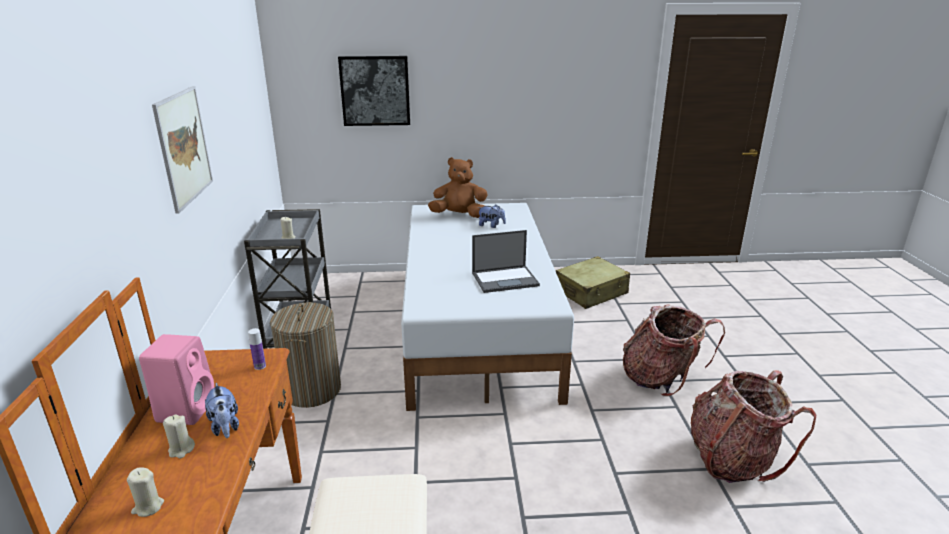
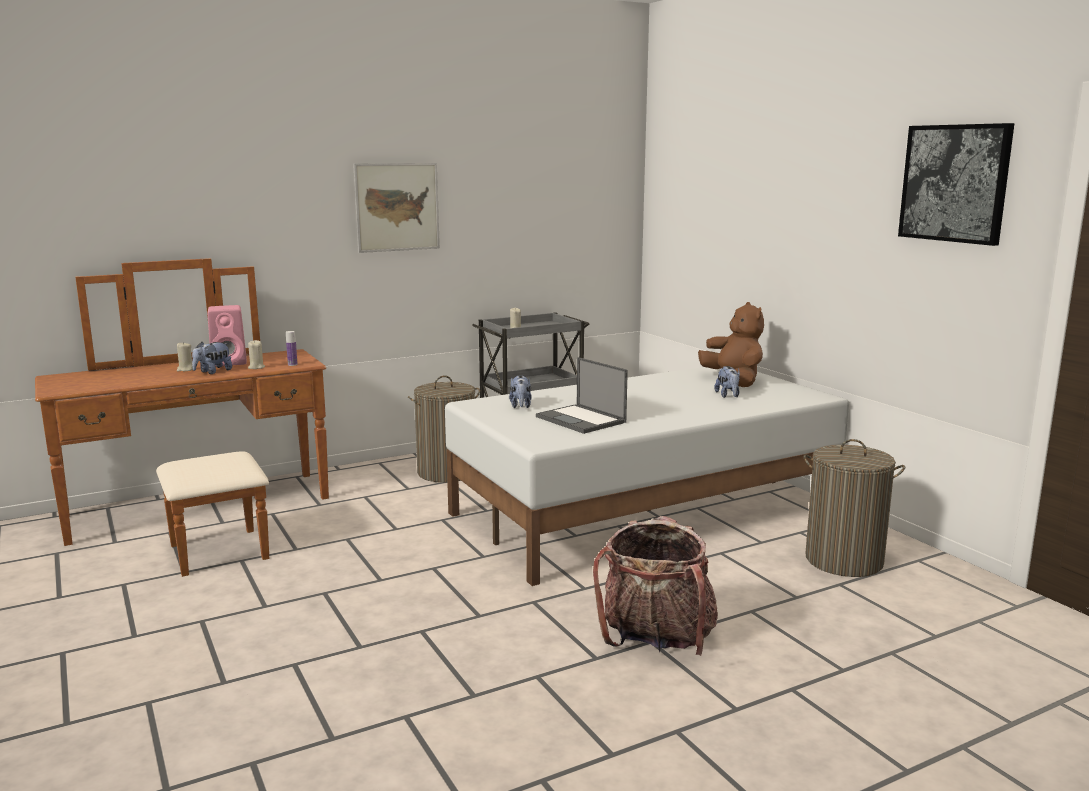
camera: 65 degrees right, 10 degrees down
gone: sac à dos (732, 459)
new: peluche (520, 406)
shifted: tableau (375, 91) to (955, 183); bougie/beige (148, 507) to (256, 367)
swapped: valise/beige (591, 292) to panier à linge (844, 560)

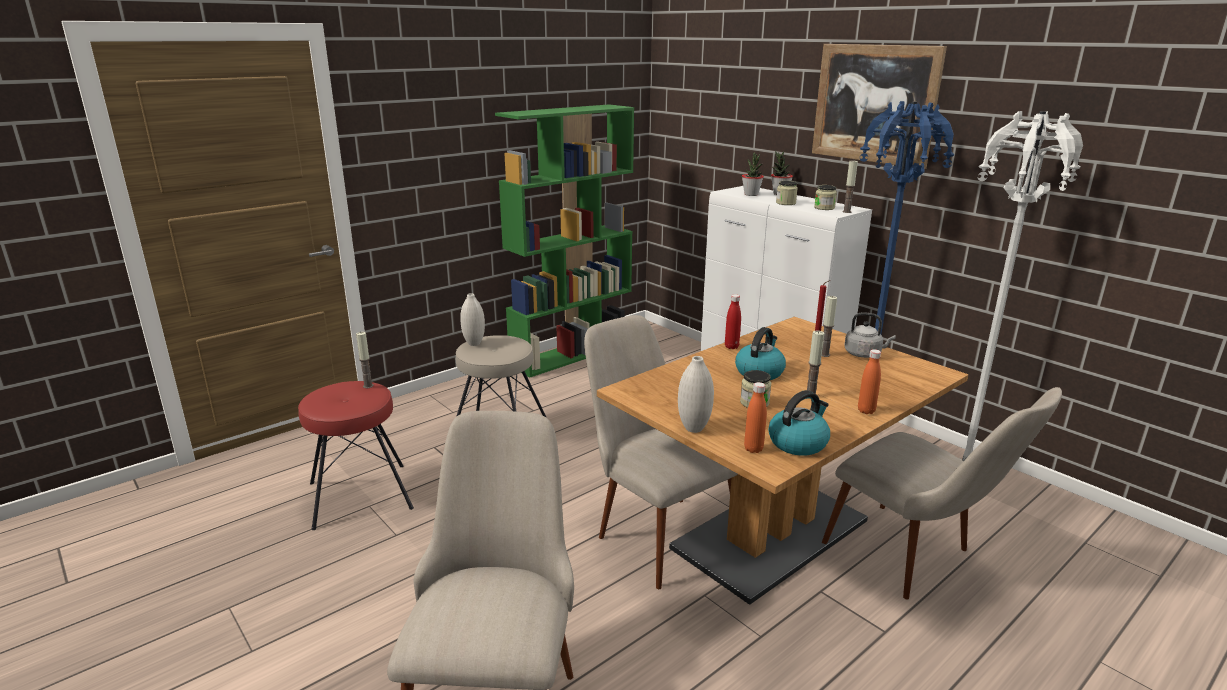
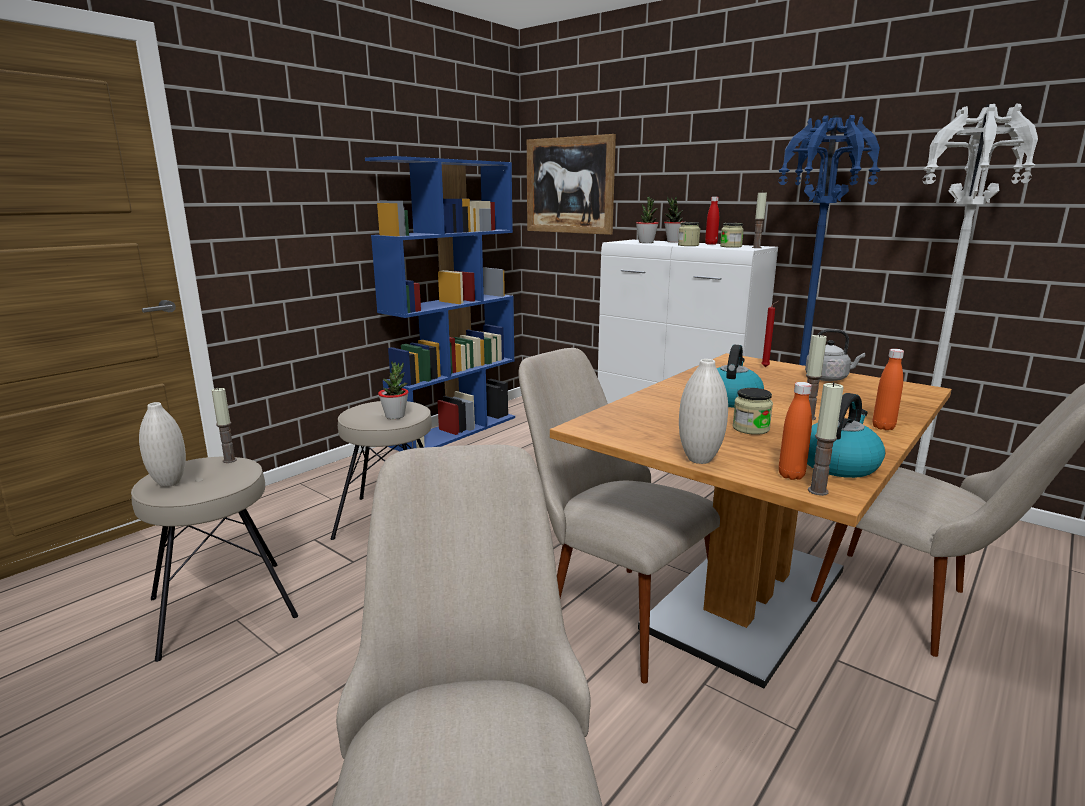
camera: 10 degrees left, 5 degrees down
new: plante en pot (395, 416)
shifted: tableau (874, 104) to (569, 185); vase/blanc (474, 343) to (169, 483); bouteille/rouge (731, 347) to (711, 244); bougie (824, 354) to (818, 491)
repainted: bibliothèque/vert (572, 353) to bibliothèque/bleu (455, 431); tabouret/rouge (360, 494) to tabouret/beige (222, 606)

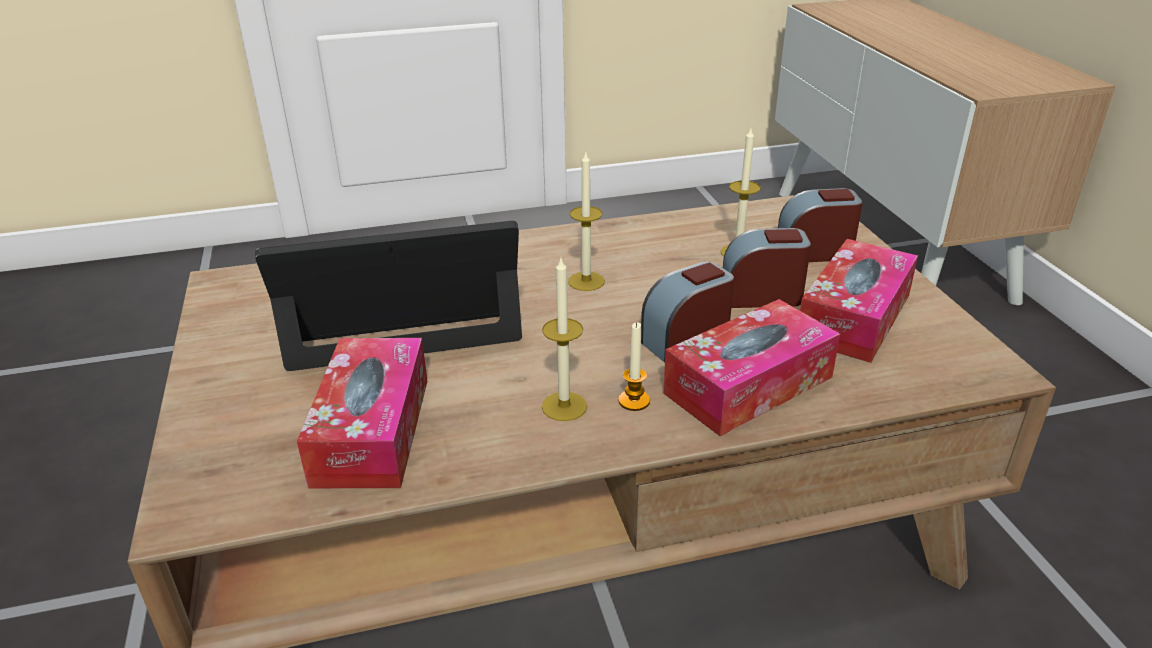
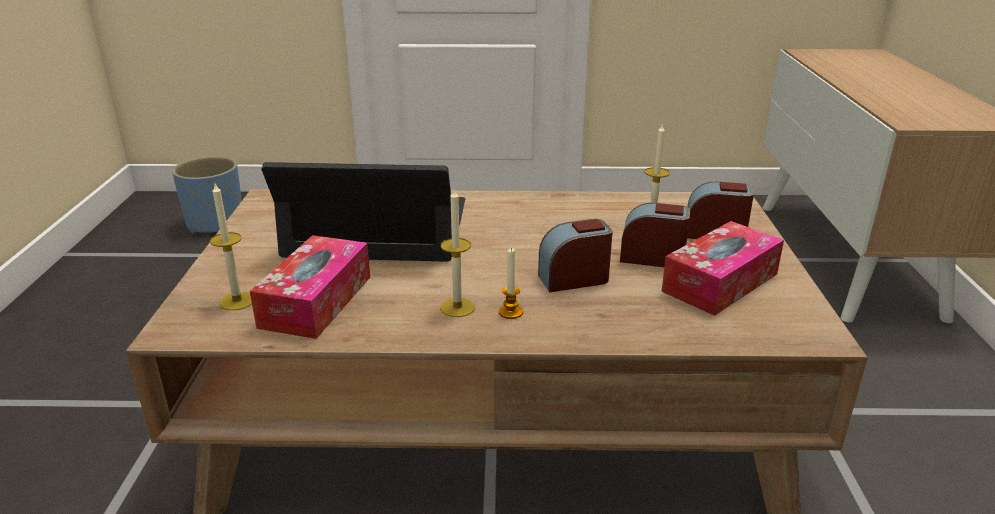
camera: 15 degrees right, 5 degrees down
gone: boîte à mouchoirs (748, 385)
new: cache-pot/bleu (215, 224)
shifted: bougie (586, 281) to (237, 301)

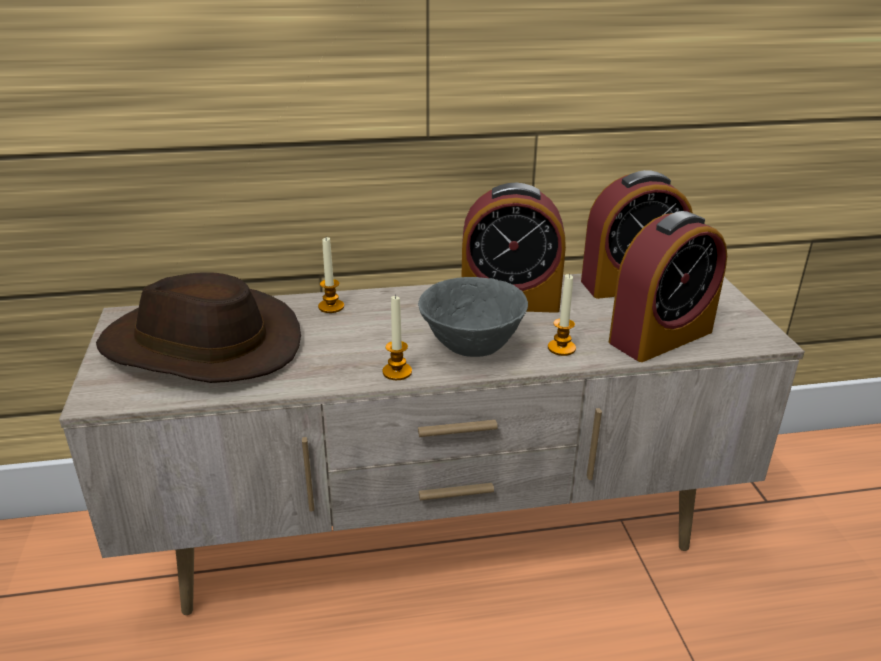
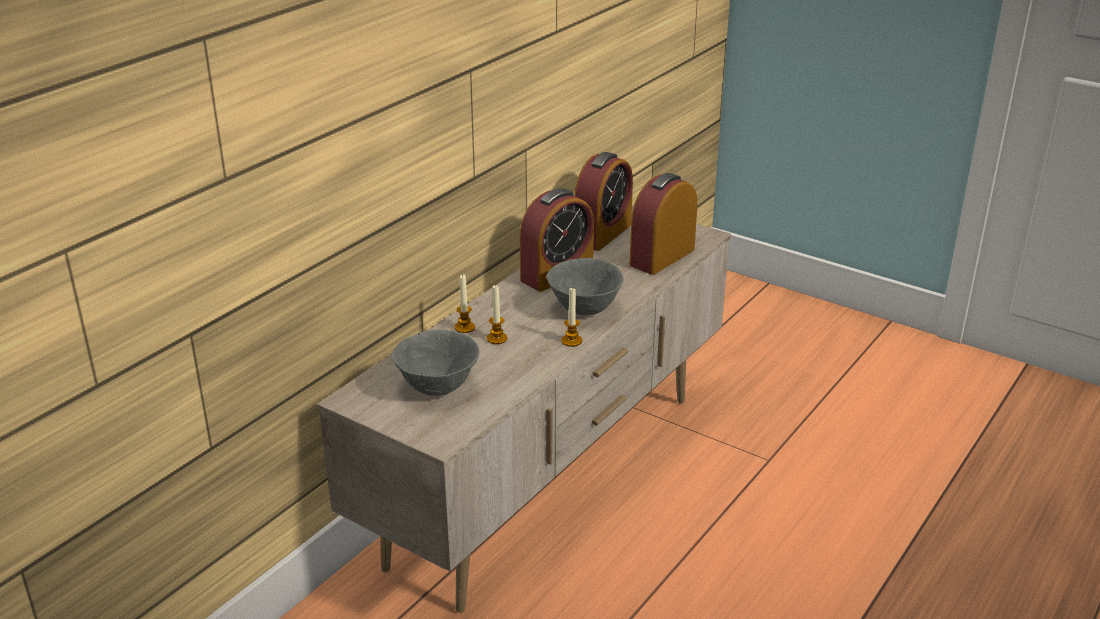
camera: 45 degrees left, 0 degrees up
shifted: bougie (561, 348) to (497, 338)
swapped: chapeau/marron (201, 347) to bol/gris (438, 387)
rotated: réveil (660, 337) = (662, 257) 150 degrees counterclockwise

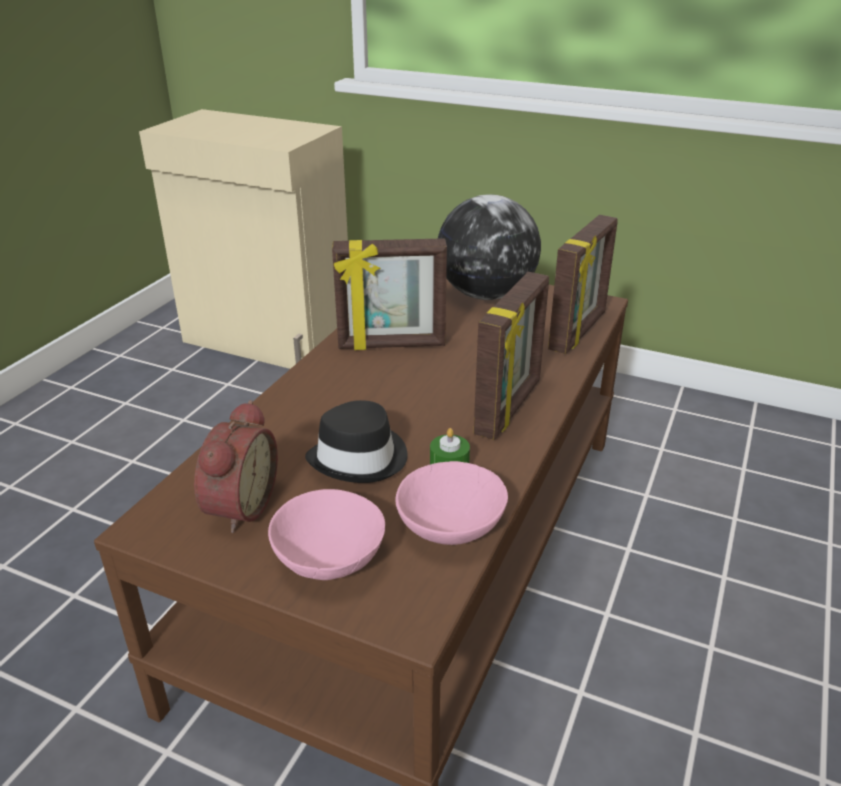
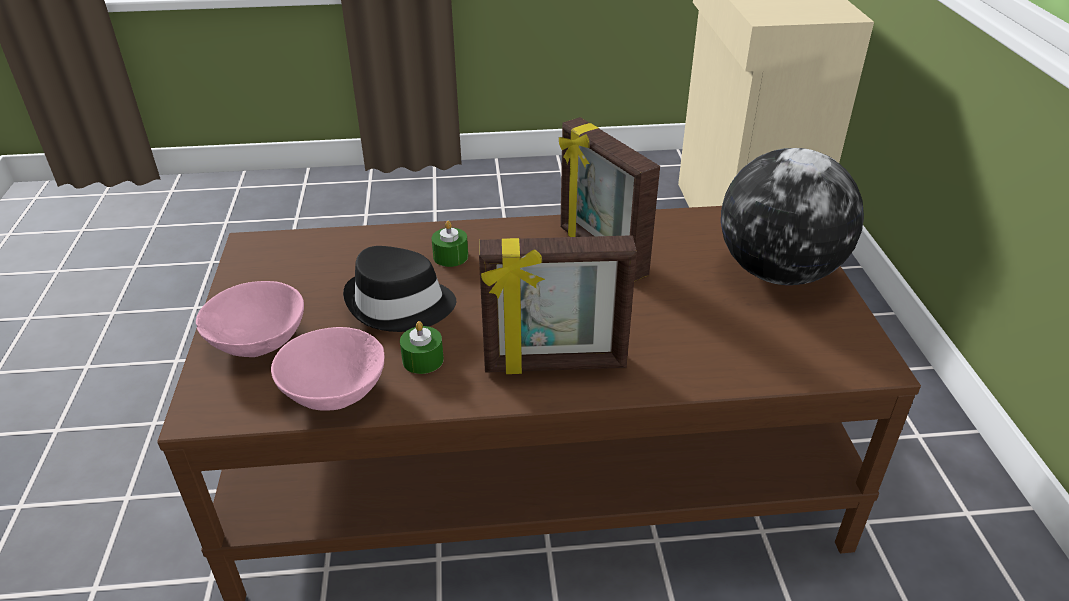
camera: 60 degrees right, 5 degrees up
gone: cadre photo (579, 332); réveil (237, 506)
new: bougie/vert (450, 256)

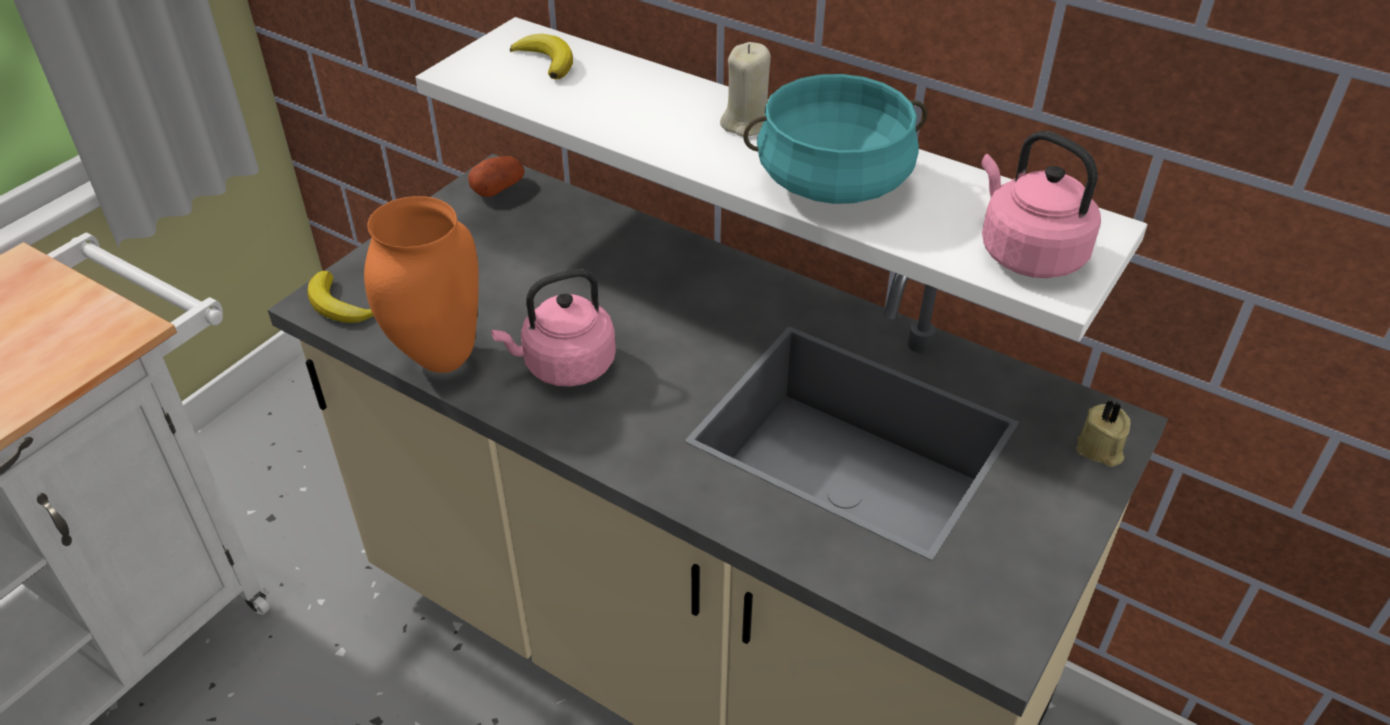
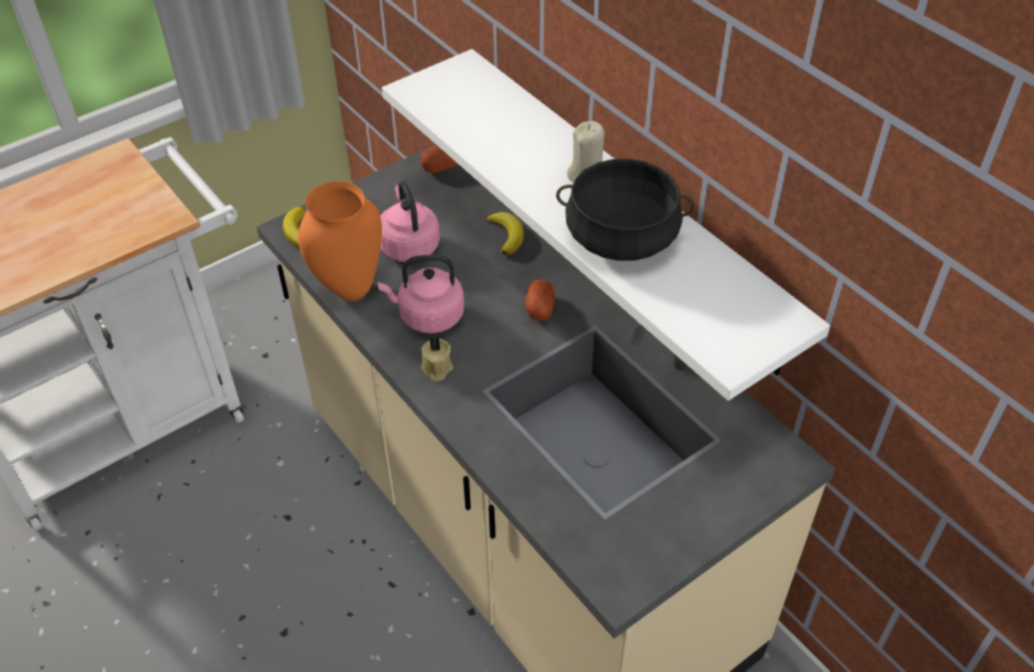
camera: 20 degrees right, 5 degrees up
new: pomme de terre (539, 308)
shifted: banane (546, 61) to (506, 235); bouilloire/rose (1027, 253) to (409, 245); bougie/beige (1099, 450) to (436, 369)
repainted: marmite/turquoise (833, 180) to marmite/noir (622, 237)

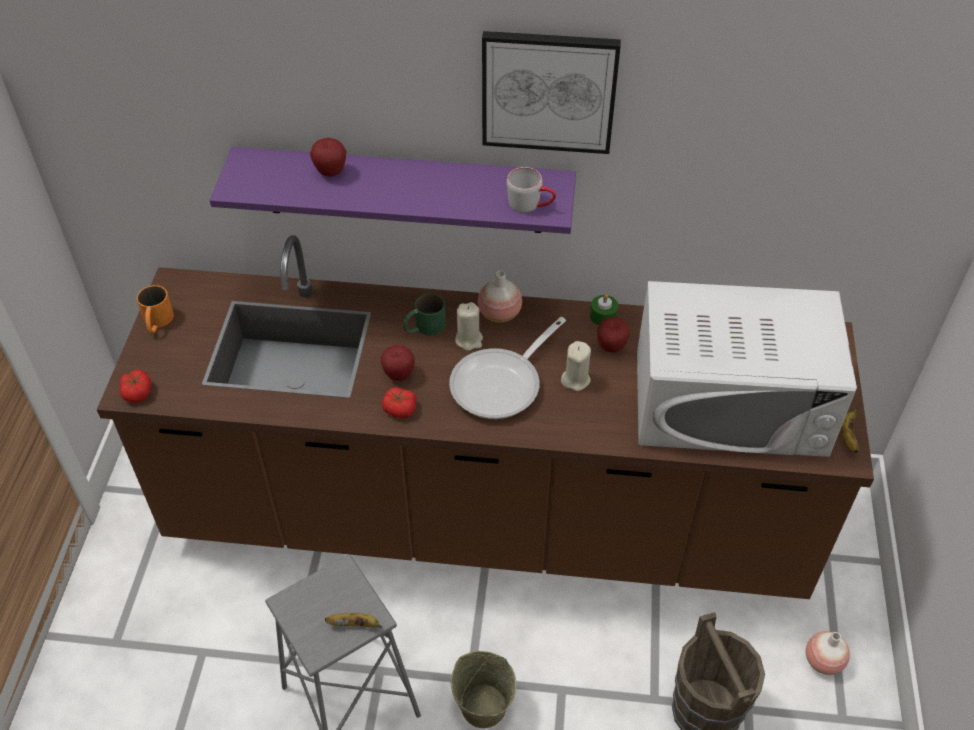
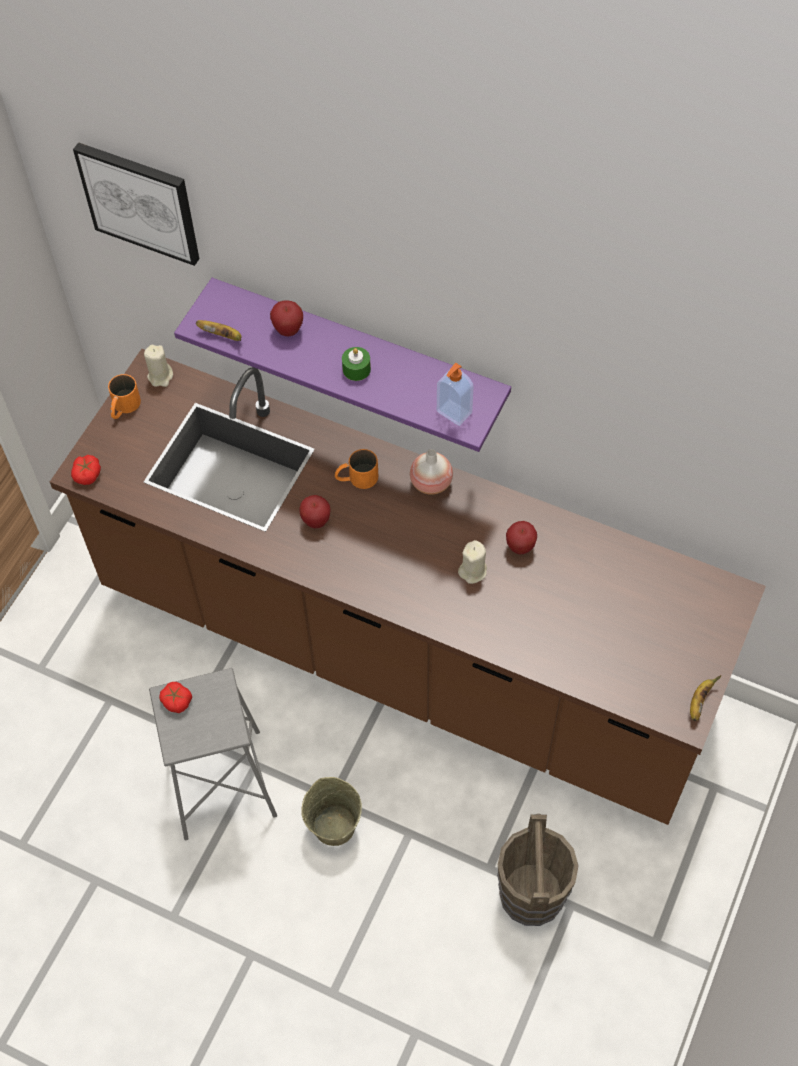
camera: 20 degrees right, 10 degrees up
gone: micro-ondes/blanc (730, 402); poêle (501, 384); vase (823, 661)
shifted: tableau (548, 91) to (140, 201); bougie/vert (603, 316) to (356, 369); bougie/beige (469, 340) to (160, 376); tomate (399, 409) to (176, 701); banane (355, 625) to (222, 336)
swapped: mug/gris (531, 204) to distributeur de savon (453, 413)
repainted: mug/vert (424, 327) to mug/orange (356, 478)

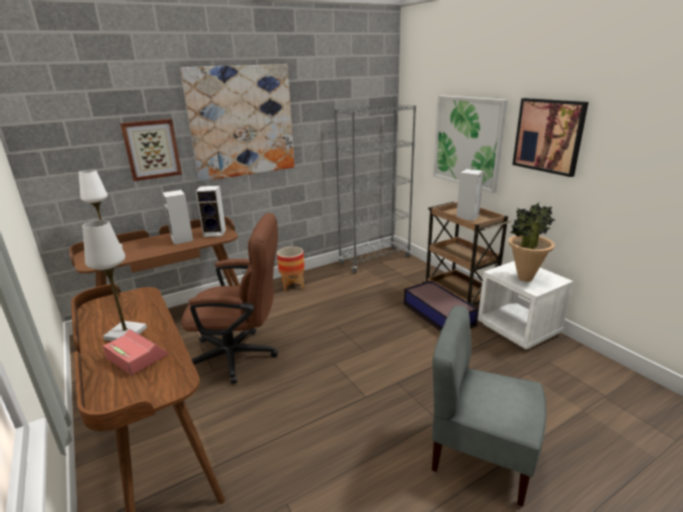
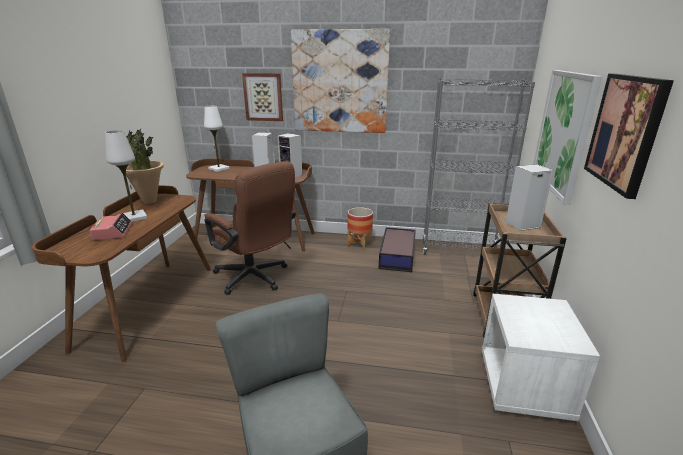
camera: 40 degrees right, 0 degrees up
shifted: plante en pot (524, 278) to (149, 201); boîte de rangement (438, 314) to (398, 255)

